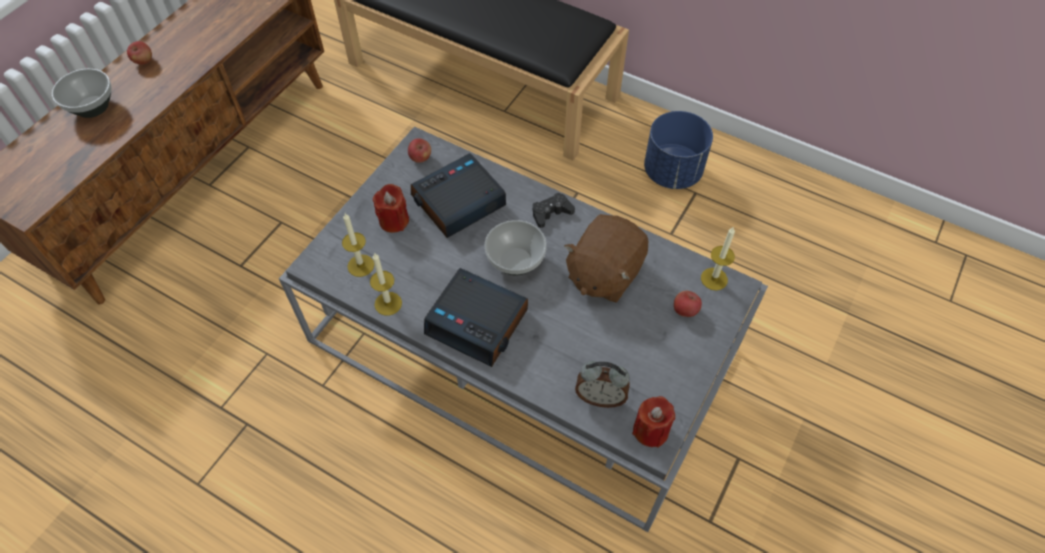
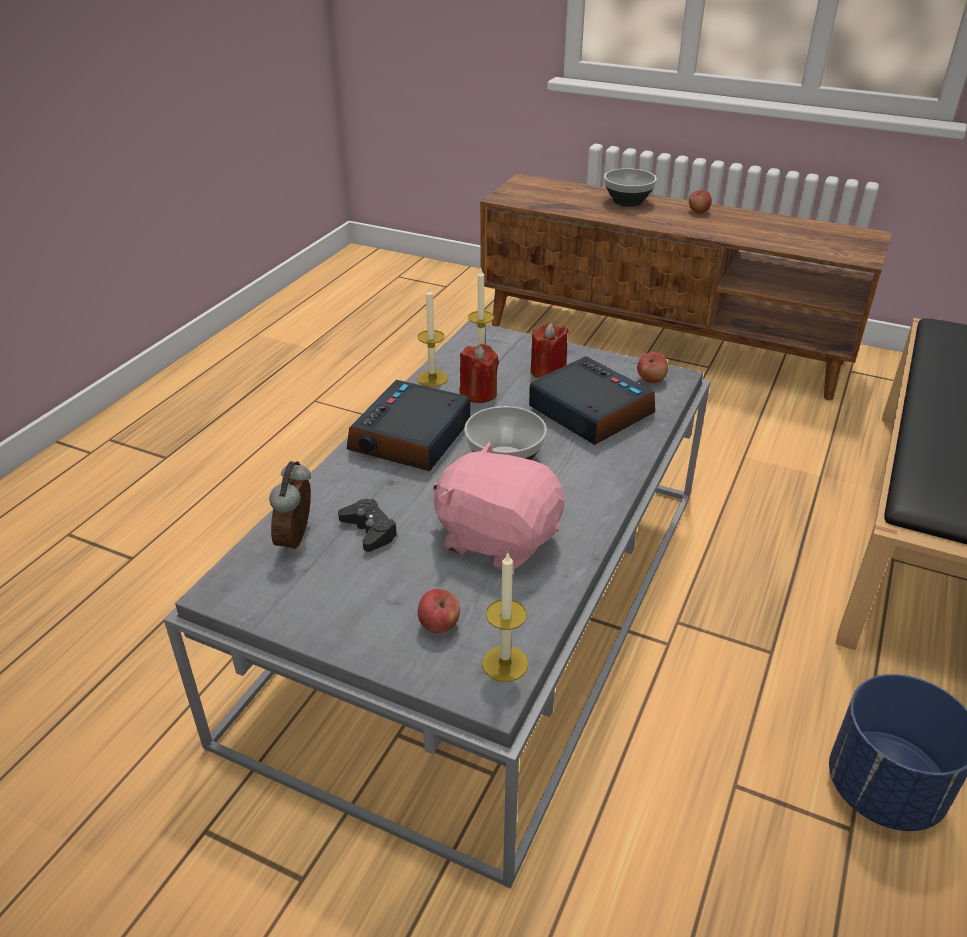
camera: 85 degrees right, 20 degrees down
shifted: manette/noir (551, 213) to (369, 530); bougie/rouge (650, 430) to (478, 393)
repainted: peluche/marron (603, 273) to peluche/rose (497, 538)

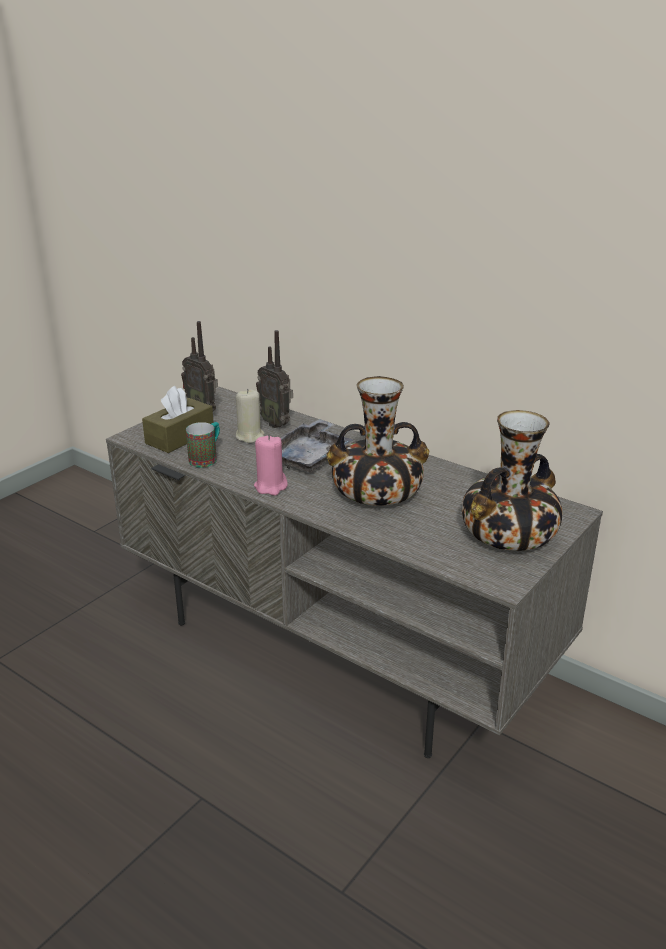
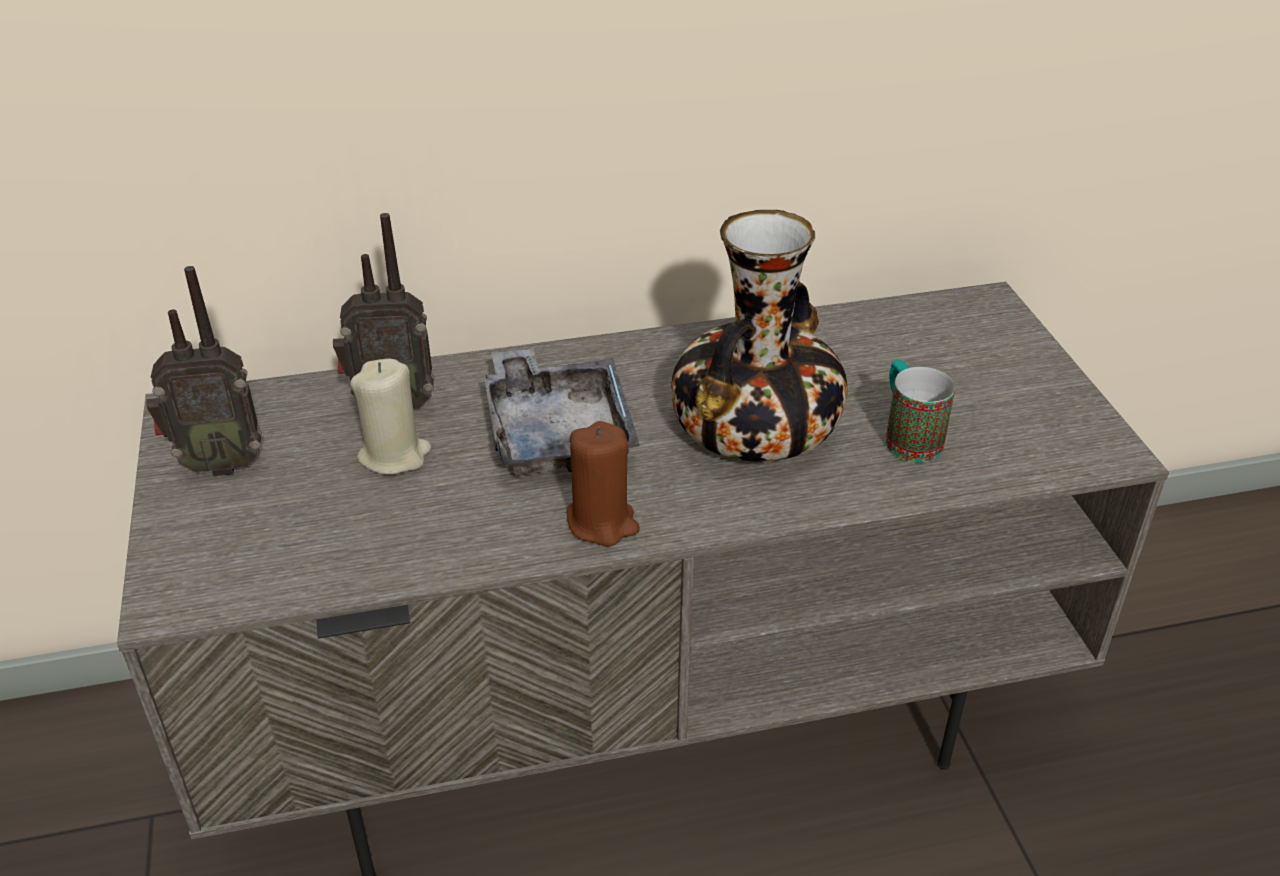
camera: 50 degrees left, 10 degrees up
gone: boîte à mouchoirs/marron (180, 437); vase (510, 534)
shifted: mug (206, 458) to (907, 436)
repainted: bougie/rose (271, 487) to bougie/marron (602, 522)

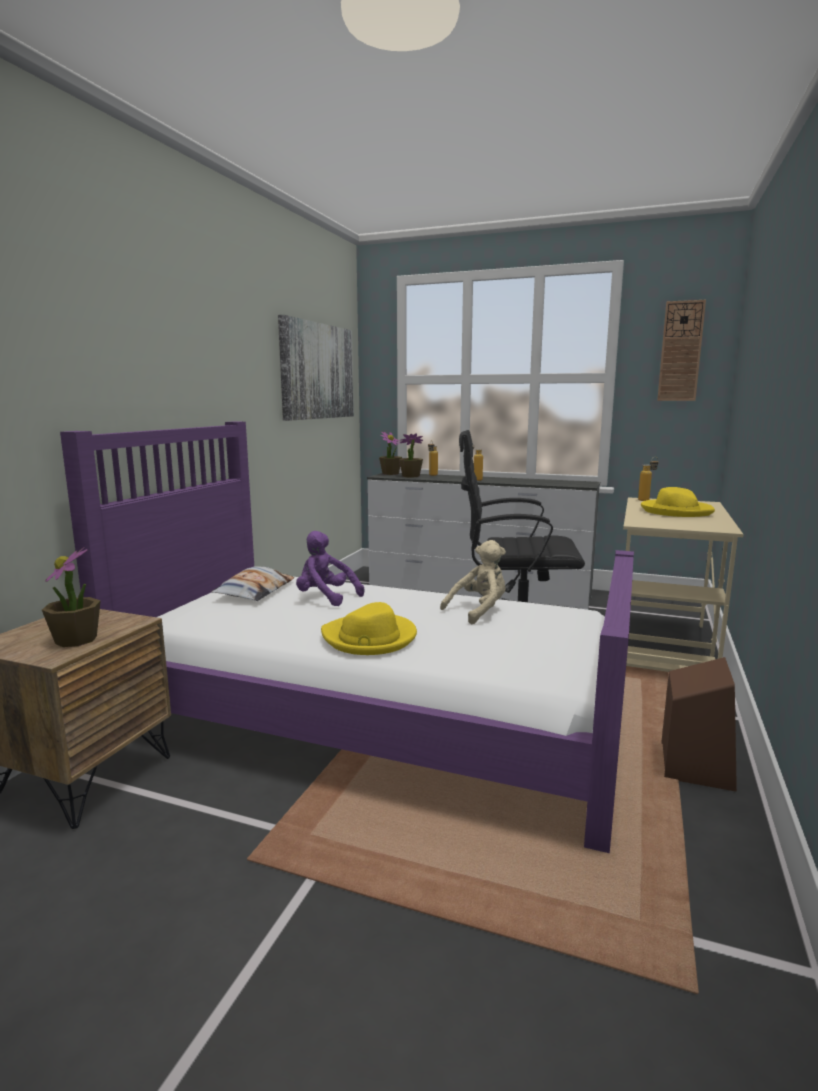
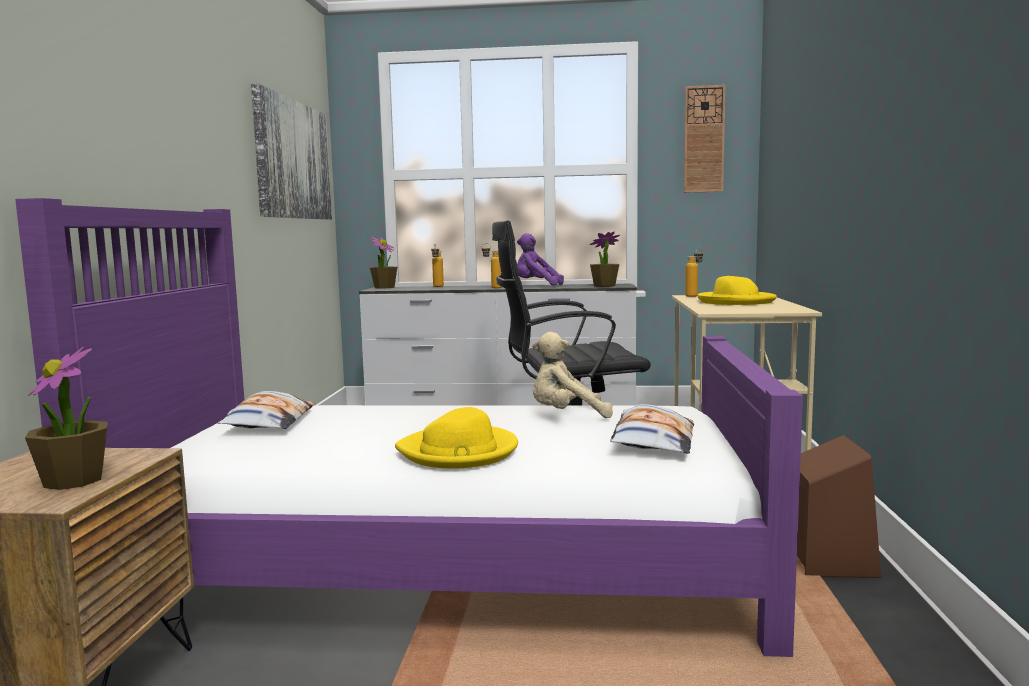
camera: 15 degrees left, 5 degrees down
new: coussin (652, 441)
shifted: plante en pot (410, 476) to (604, 286); peluche/violet (325, 598) to (536, 285)
rotated: peluche/beige (479, 611) = (566, 416) 135 degrees counterclockwise

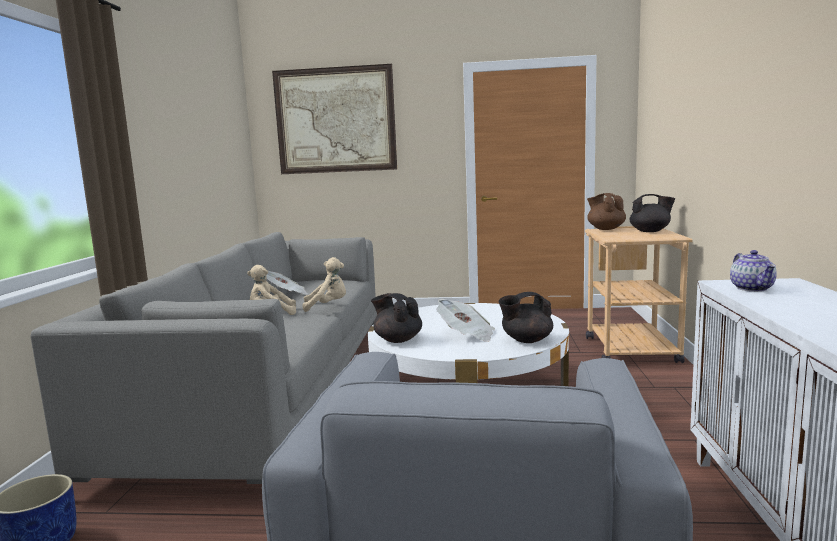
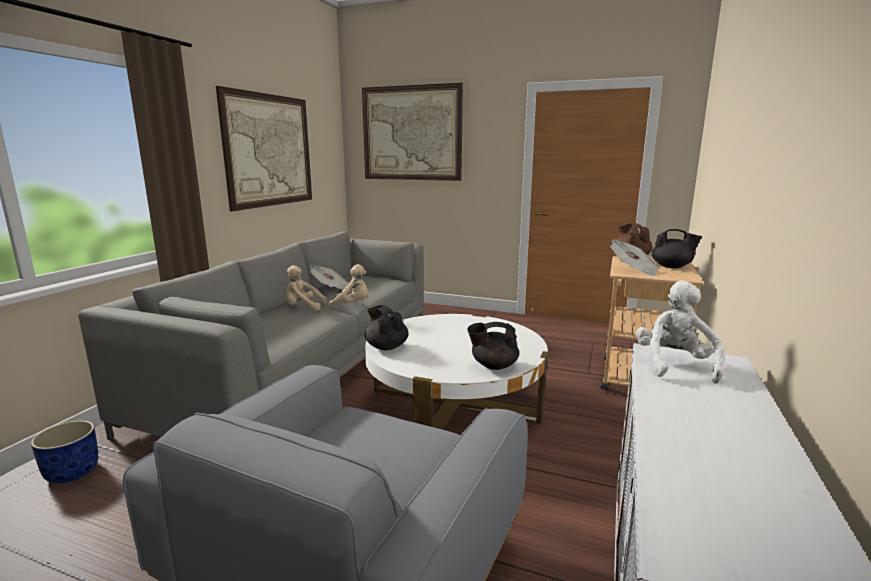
camera: 15 degrees right, 5 degrees up
new: tableau (269, 150)
shifted: journal (466, 335) to (633, 271)
swapped: théière (752, 288) to peluche/blanc (674, 365)

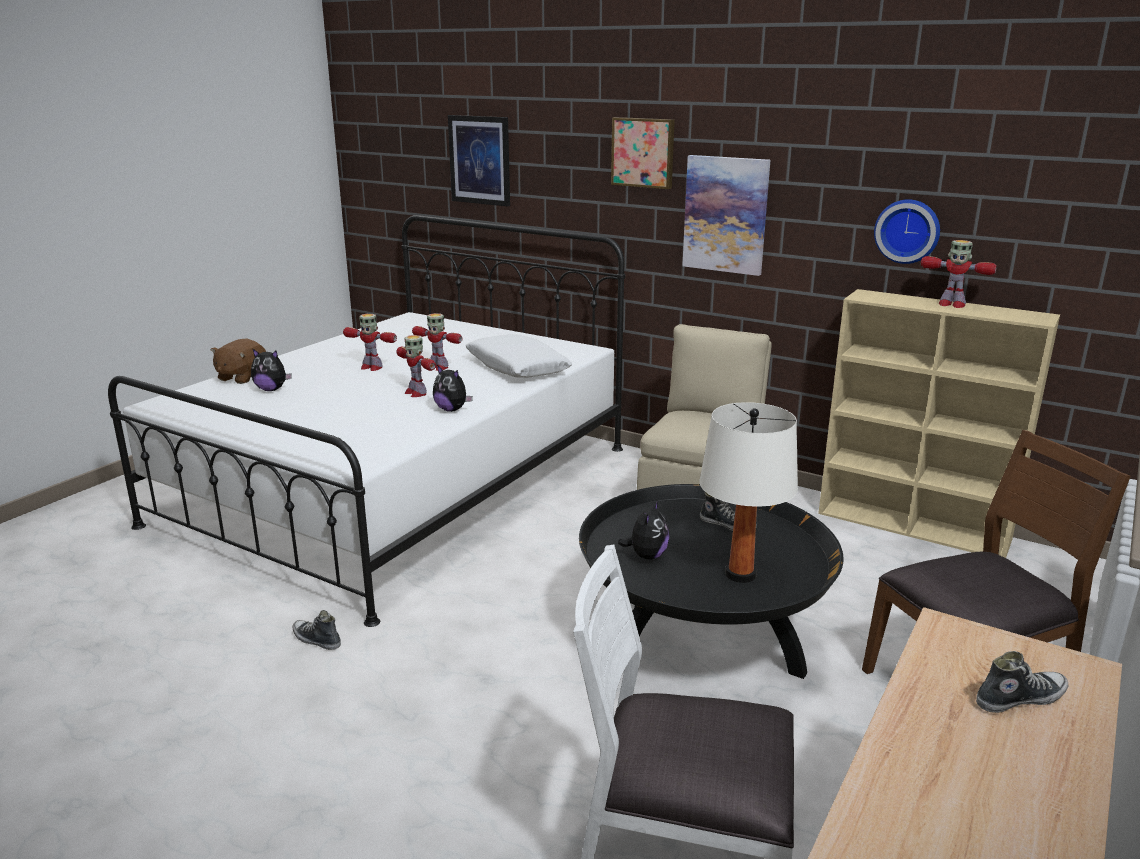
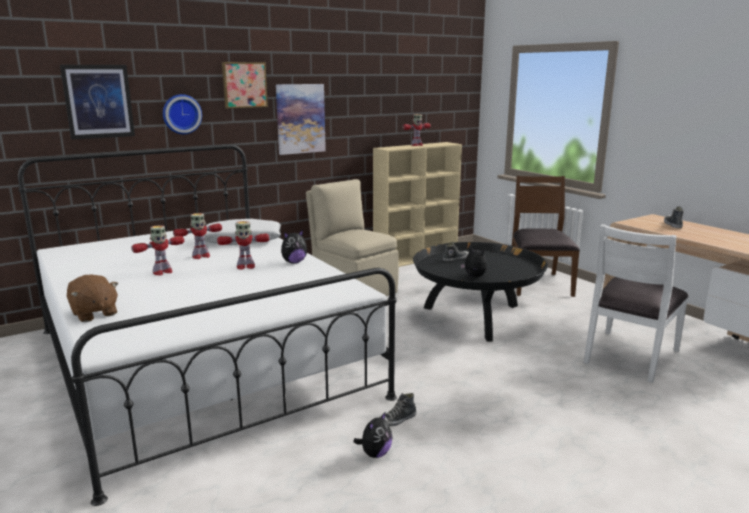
camera: 65 degrees left, 5 degrees down
gone: lampe de table/blanc (740, 574)
shifted: horloge murale (907, 231) to (181, 114); peluche (271, 389) to (375, 453)

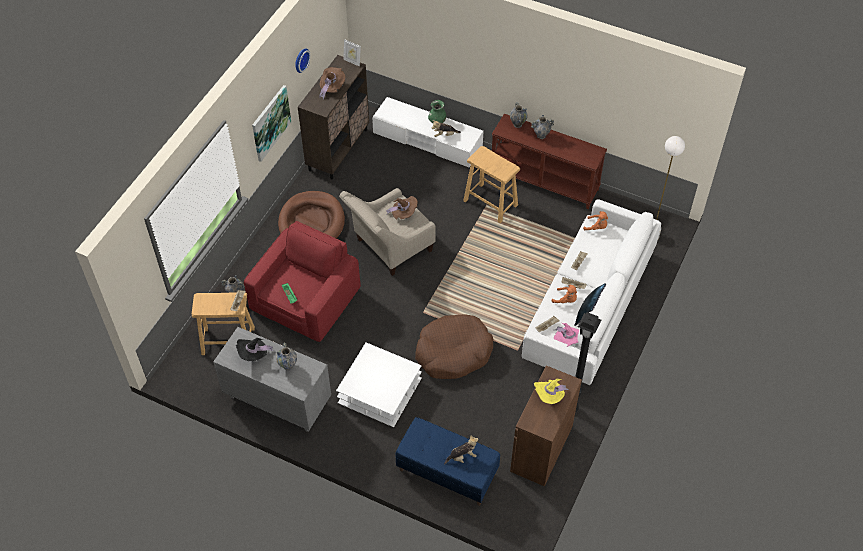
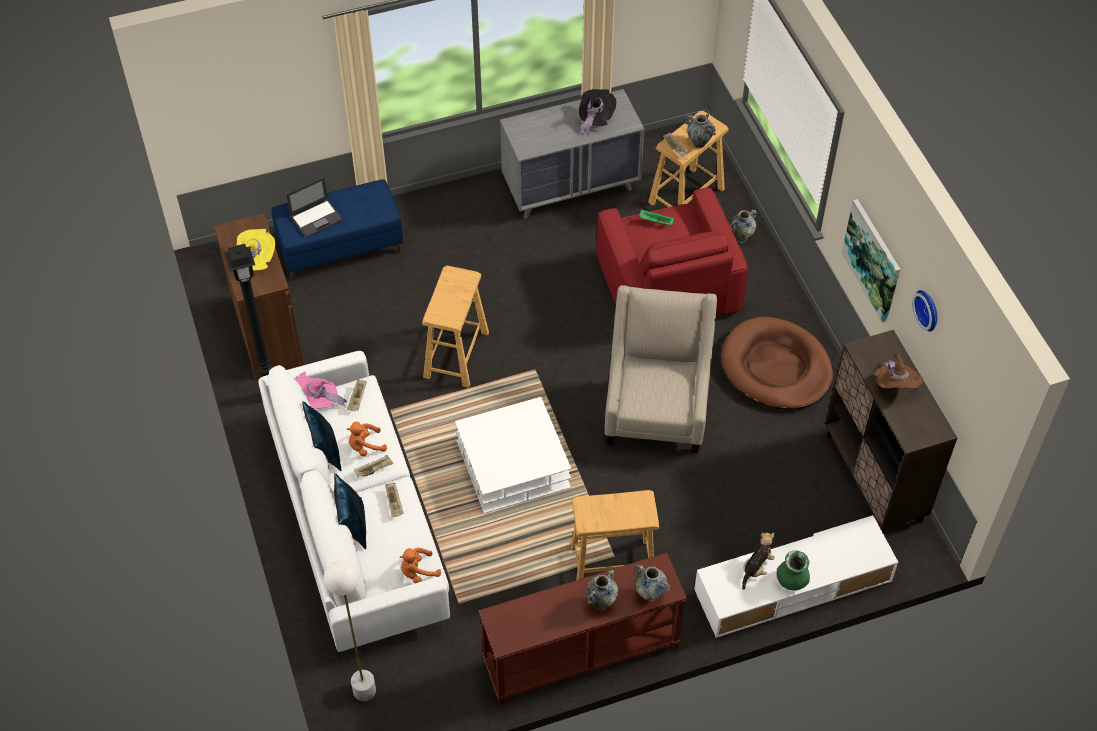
camera: 135 degrees right, 0 degrees up
gone: cadre photo (352, 61); chapeau/marron (404, 214)
new: coussin/bleu (352, 524)
shifted: vase (288, 366) to (698, 143); table basse/blanc (380, 391) to (513, 465)
swapped: panier pour chien/marron (453, 352) to tabouret/beige (456, 355); peluche (462, 456) to ordinateur portable (317, 218)

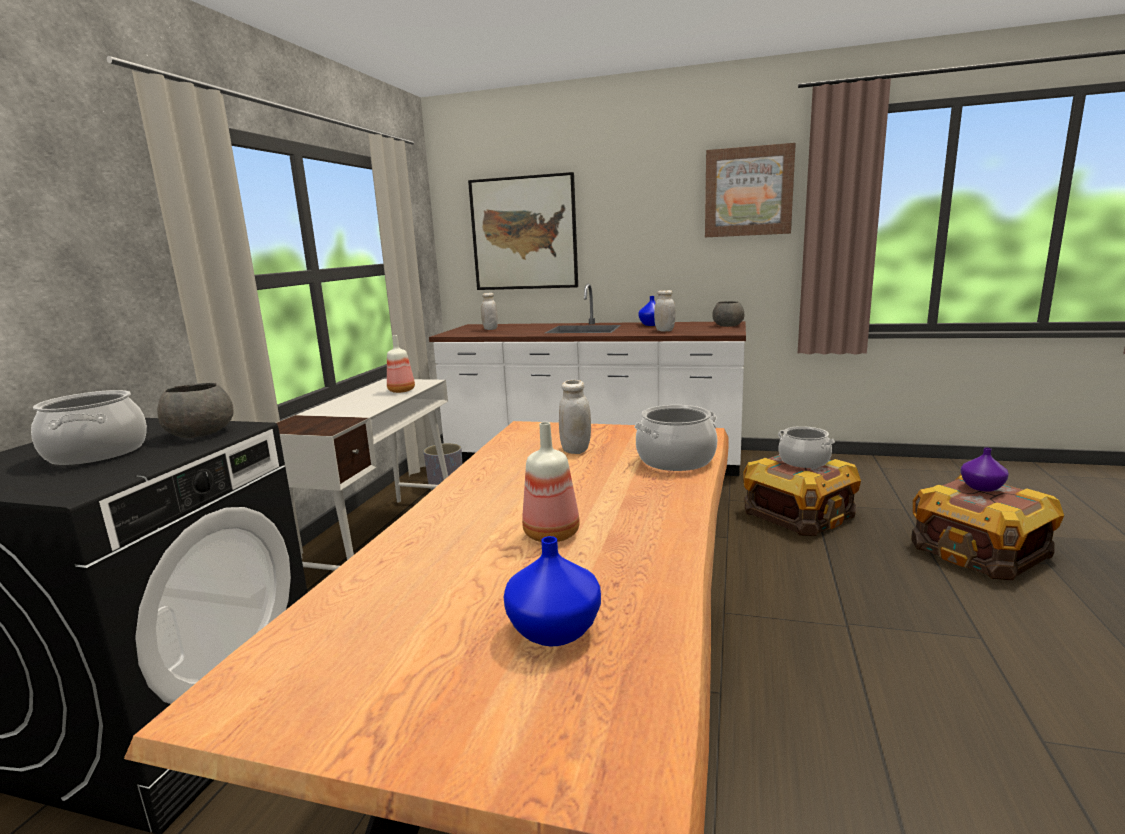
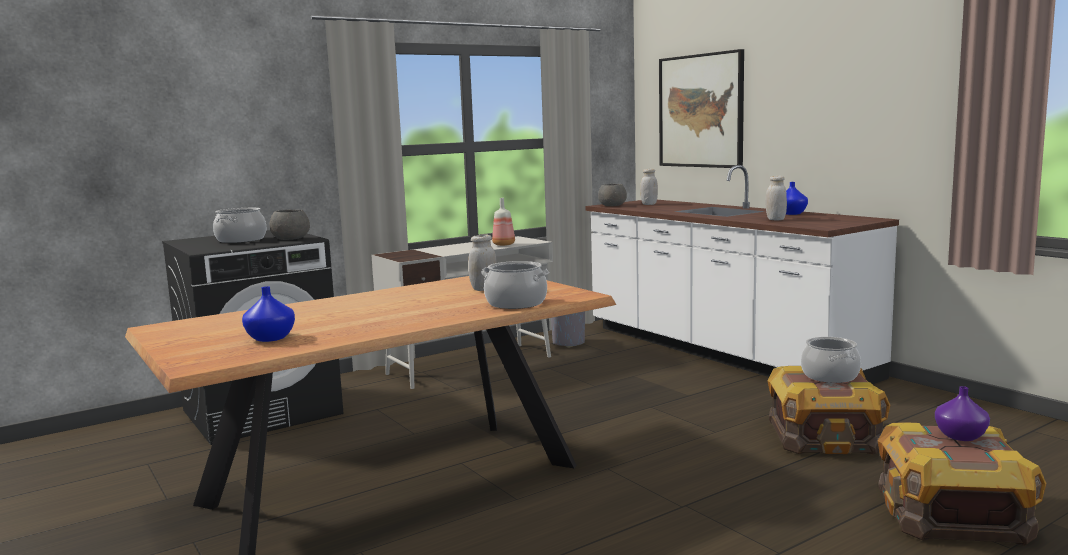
camera: 40 degrees right, 5 degrees down
gone: tableau (748, 192); bouteille (552, 534)
shifted: bol/gris (728, 325) to (612, 205)

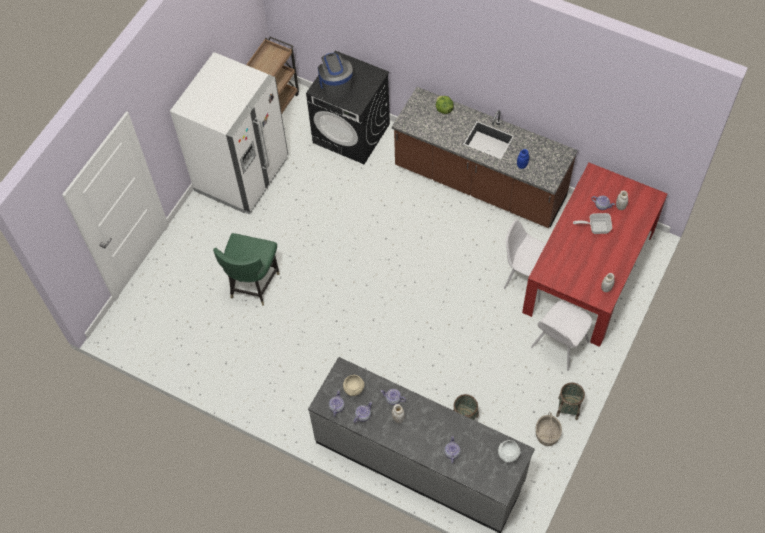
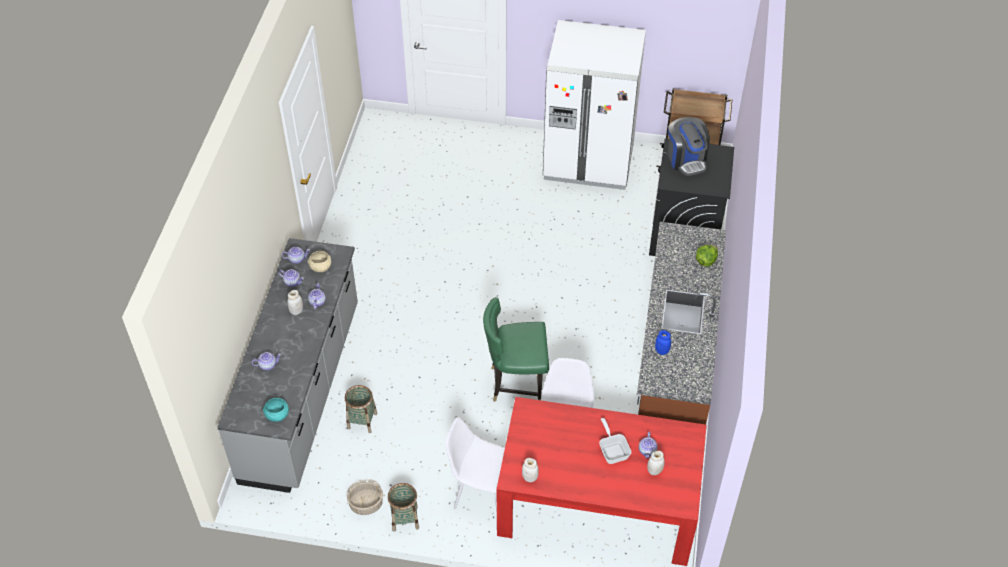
camera: 70 degrees right, 10 degrees down
shifted: chaise/vert (253, 284) to (516, 383)
repainted: bol/blanc (508, 454) to bol/turquoise (277, 415)
rotated: machine à café (336, 85) = (686, 159) 105 degrees clockwise

